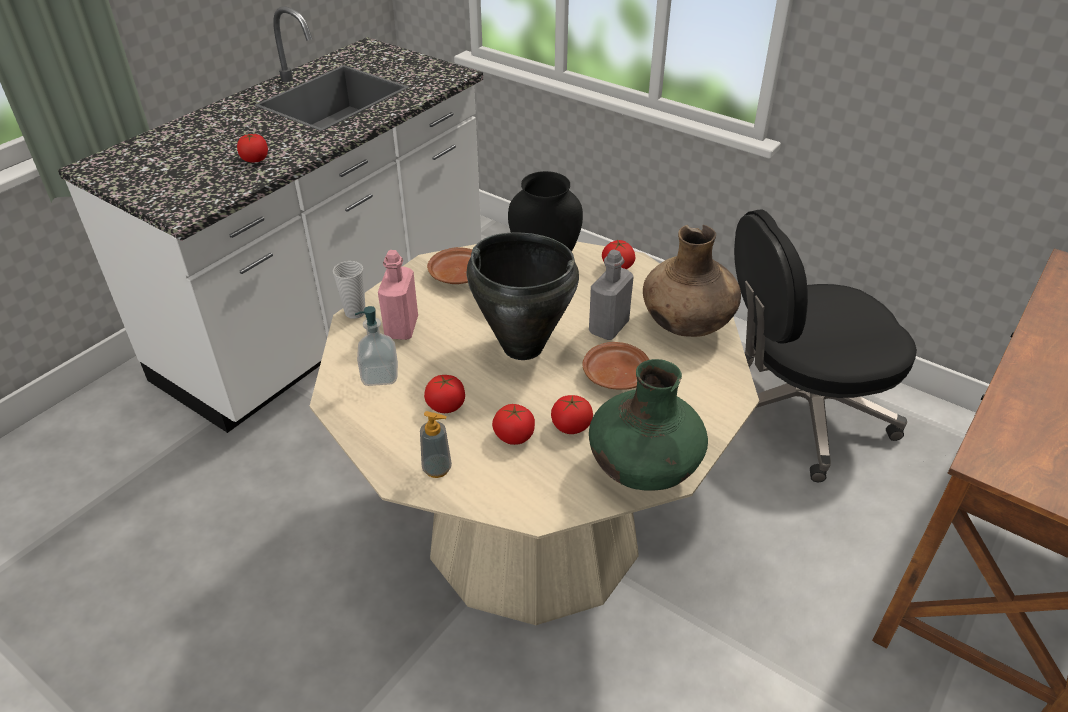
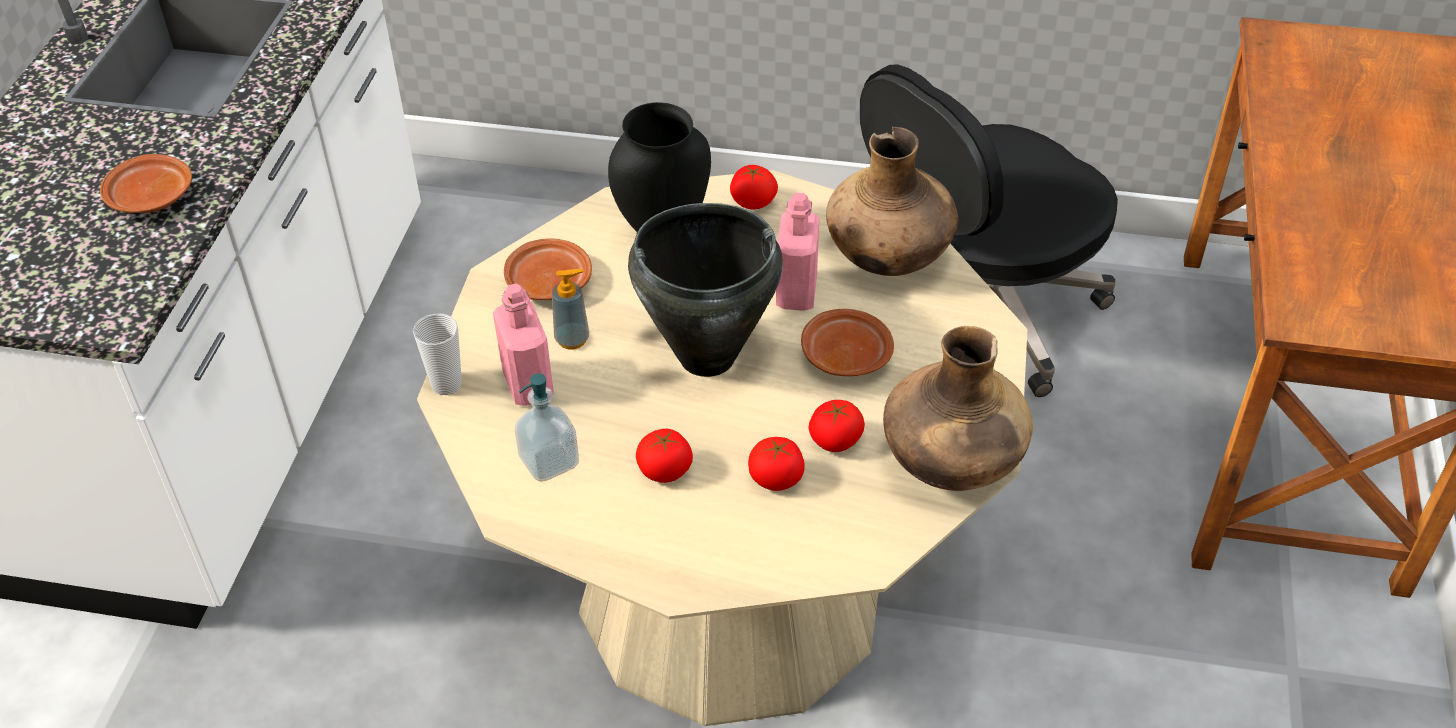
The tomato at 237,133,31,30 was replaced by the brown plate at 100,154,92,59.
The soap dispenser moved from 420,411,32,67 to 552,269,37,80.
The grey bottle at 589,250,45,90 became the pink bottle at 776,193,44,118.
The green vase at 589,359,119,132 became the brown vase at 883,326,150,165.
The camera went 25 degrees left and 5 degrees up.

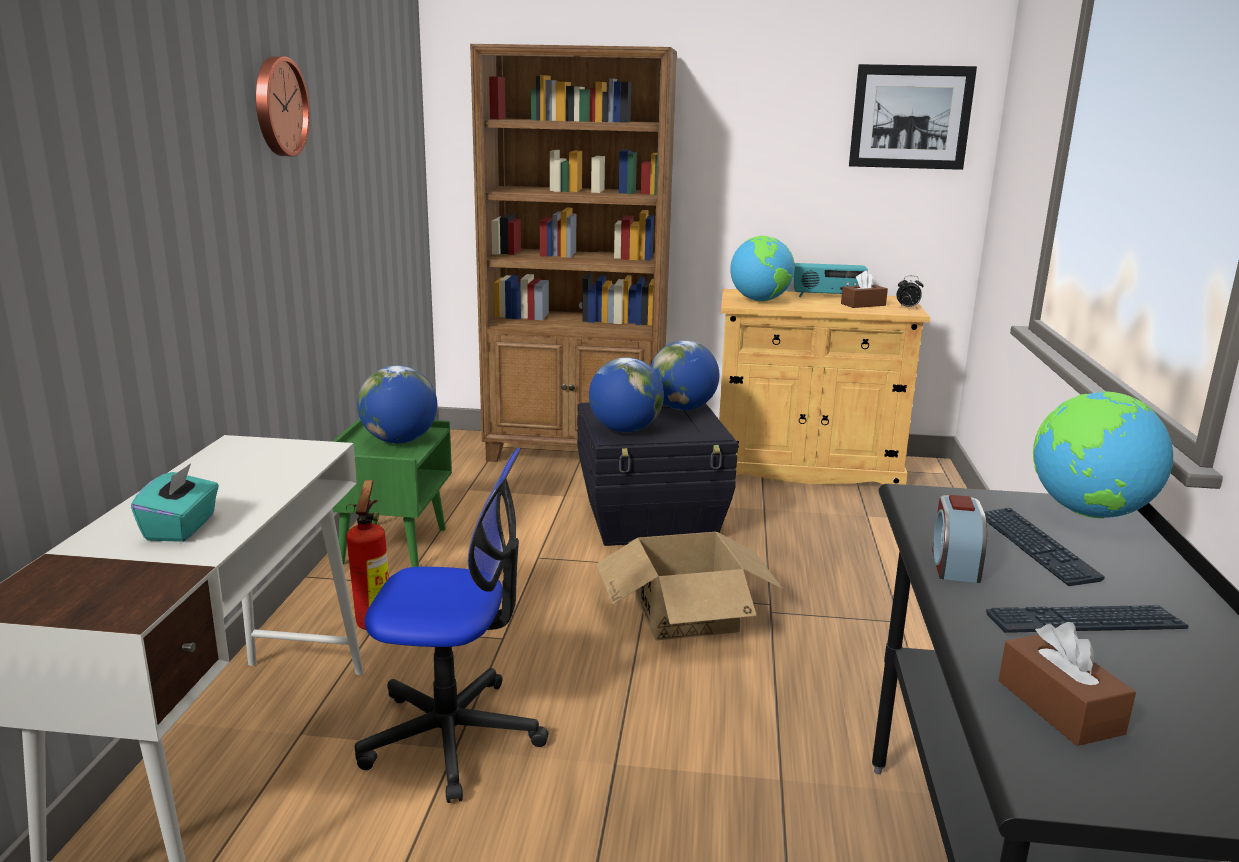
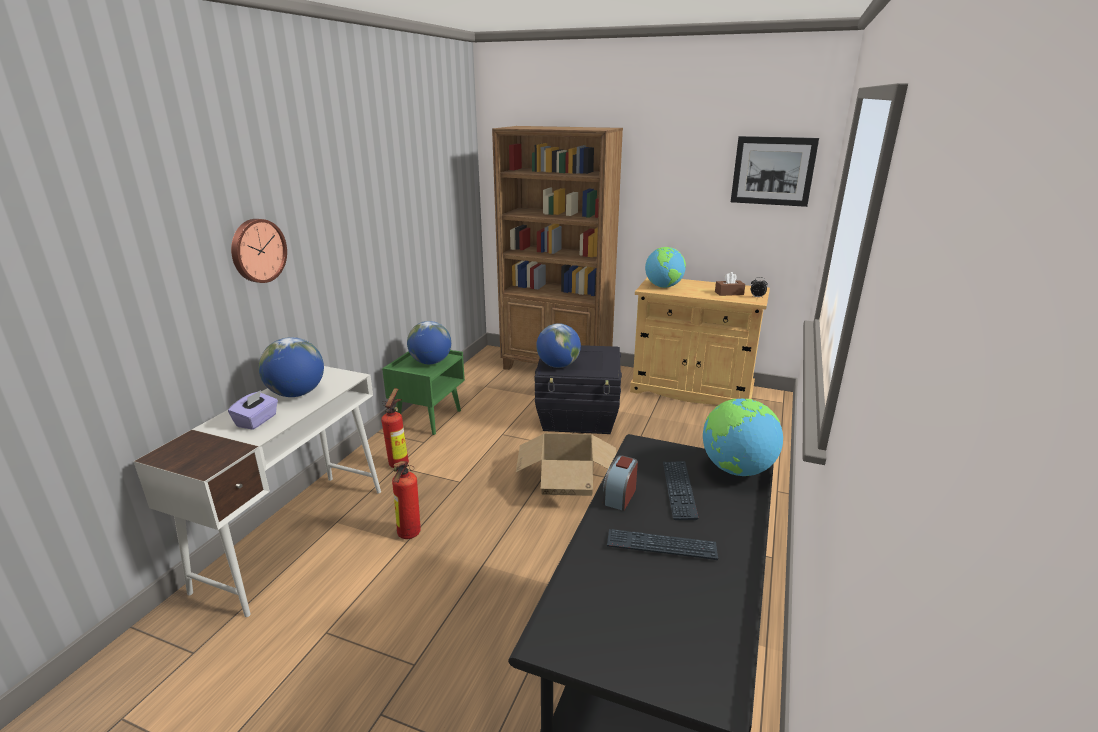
The turquoise tissue box at 131,463,88,79 became the purple tissue box at 228,390,50,40.
The wall clock moved from 256,56,54,100 to 231,219,56,64.
The office chair at 355,448,194,355 was replaced by the fire extinguisher at 392,461,29,78.
The globe moved from 651,340,68,70 to 259,337,65,60.
The radio at 794,263,74,34 disappeared.
The brown tissue box at 998,622,138,124 disappeared.
The camera went 15 degrees right and 5 degrees up.

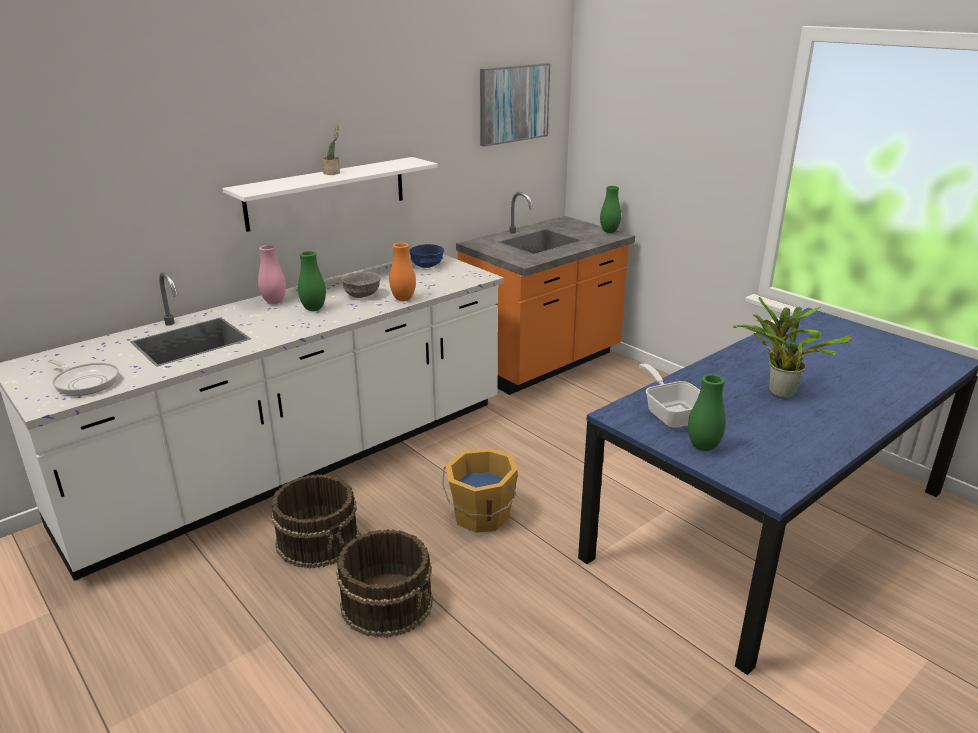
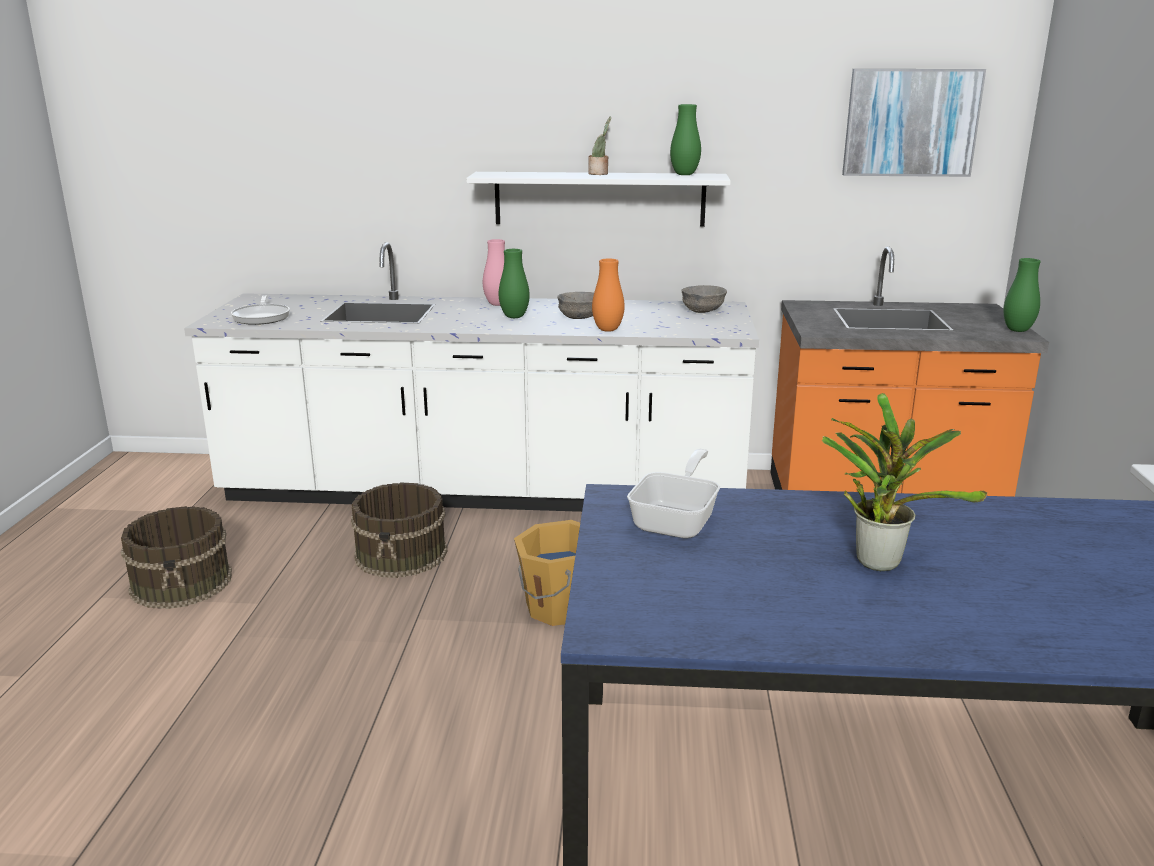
The brown bucket moved from 336,529,97,109 to 121,506,111,103.
The blue bowl at 409,244,35,24 became the grey bowl at 681,285,46,28.
The green vase moved from 688,374,38,77 to 670,104,31,71.
The camera went 45 degrees right and 5 degrees down.

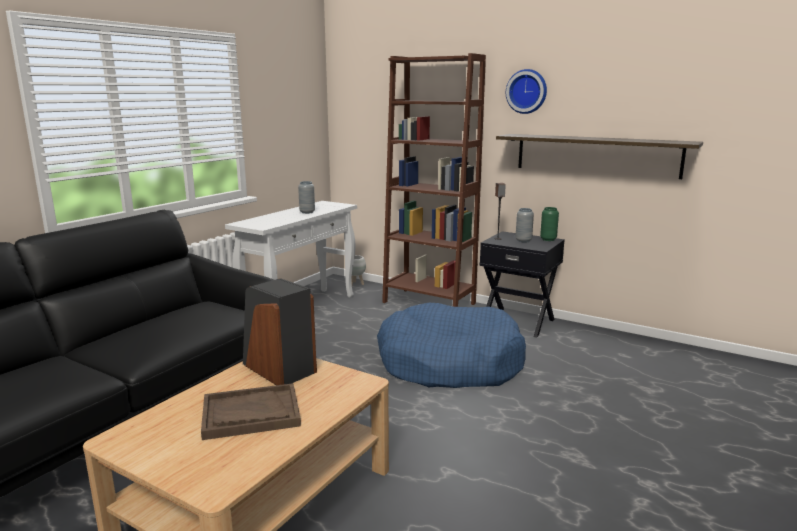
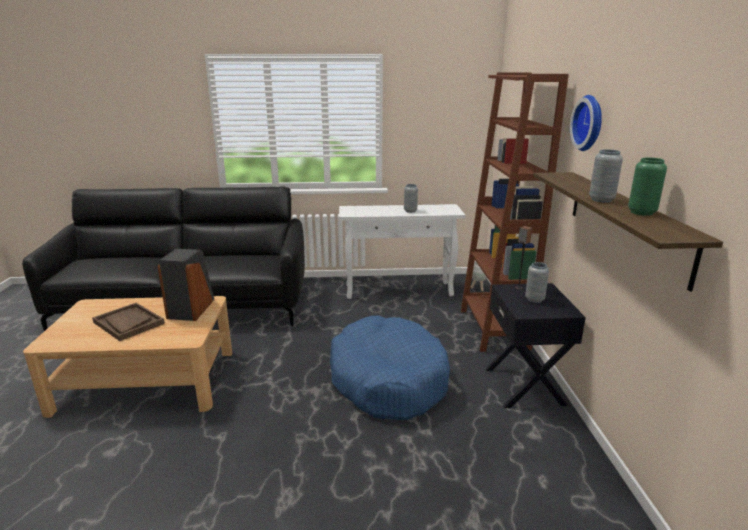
The green vase moved from 540,207,19,34 to 628,158,39,58.
The grey vase at 589,149,34,53 appeared.
The camera went 55 degrees right and 5 degrees up.

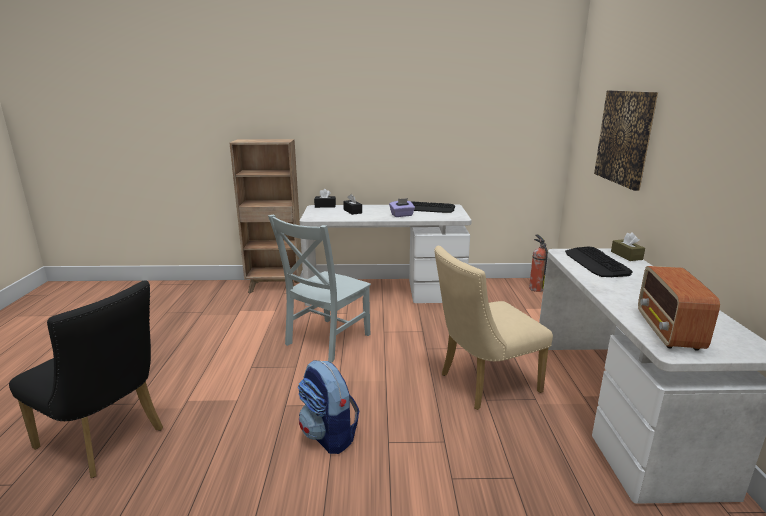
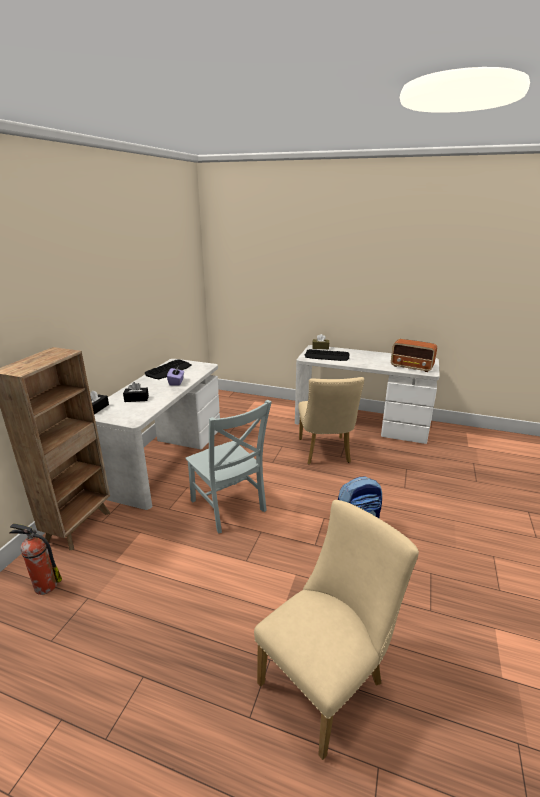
The black chair at 9,280,154,198 became the beige chair at 254,500,165,260.
The fire extinguisher moved from 529,234,19,58 to 9,523,53,72.
The picture at 594,90,64,101 disappeared.
The camera went 70 degrees left and 5 degrees up.

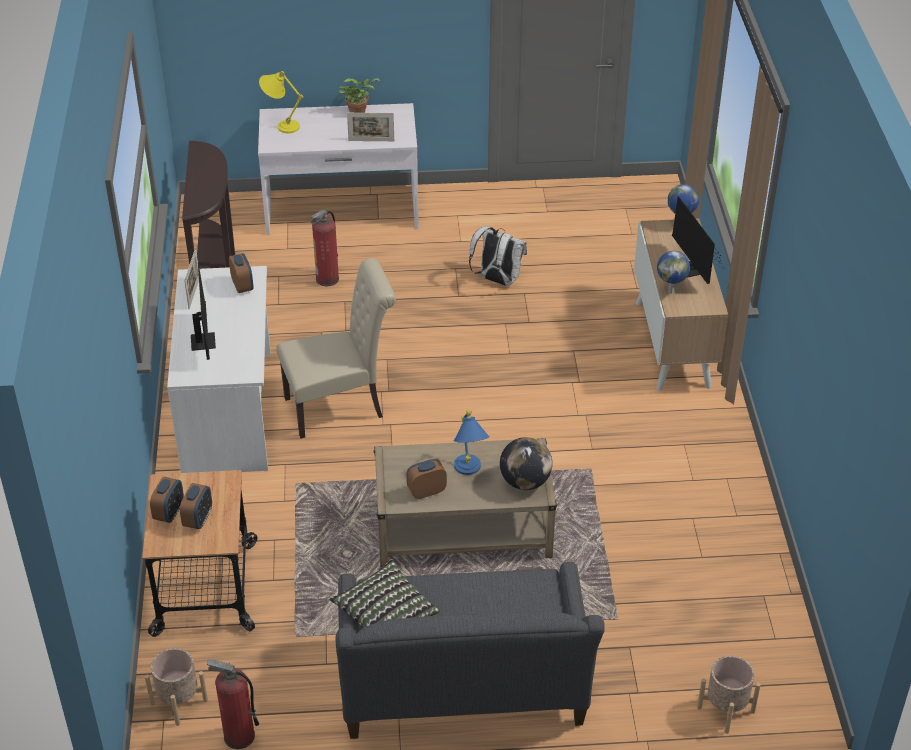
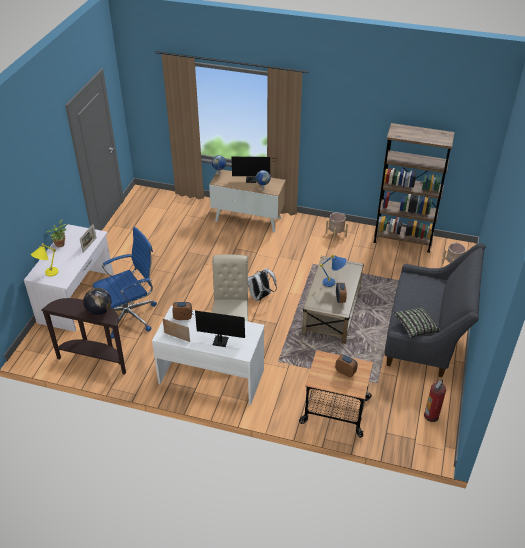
The beige planter moved from 145,648,63,78 to 325,212,23,30.
The alarm clock at 150,477,34,46 disappeared.
The fire extinguisher at 310,210,29,76 was replaced by the blue office chair at 93,227,64,111.
The white backpack moved from 469,225,58,61 to 248,268,29,33.
The globe moved from 500,437,53,53 to 83,288,29,27.
The brown bookcase at 373,123,82,130 appeared.
The camera went 70 degrees left and 0 degrees up.

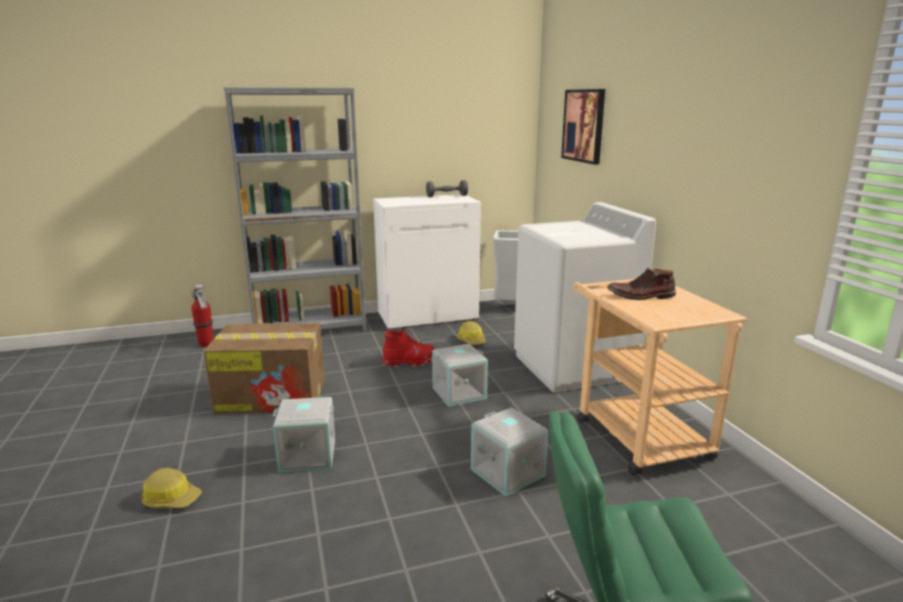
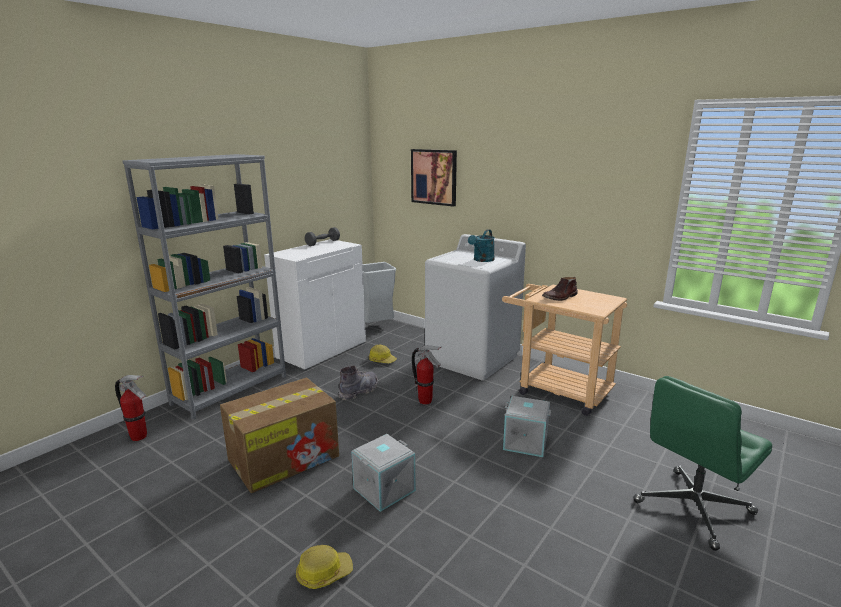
The red boot at 382,330,53,37 became the grey boot at 338,366,40,34.
The grey storage box at 432,344,56,63 was replaced by the fire extinguisher at 412,345,30,60.
The turquoise watering can at 468,229,27,33 appeared.
The camera went 35 degrees left and 0 degrees up.

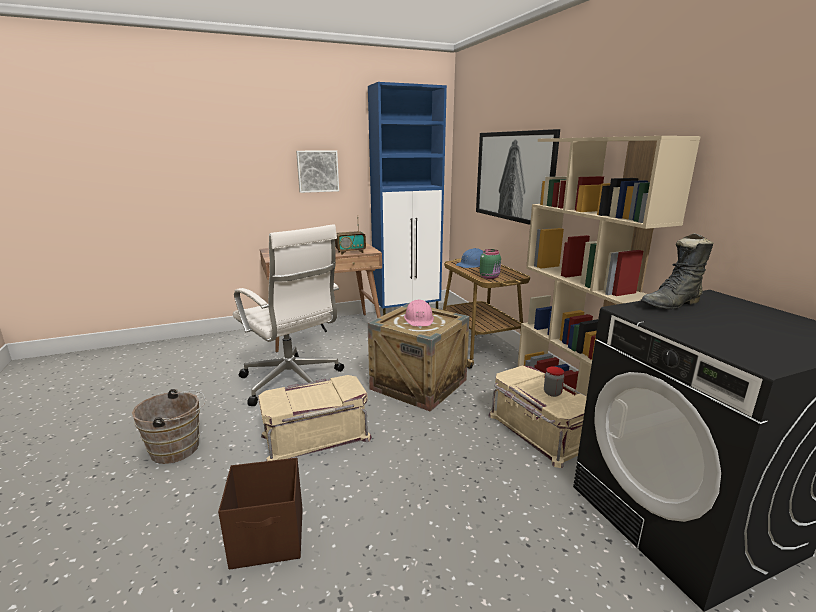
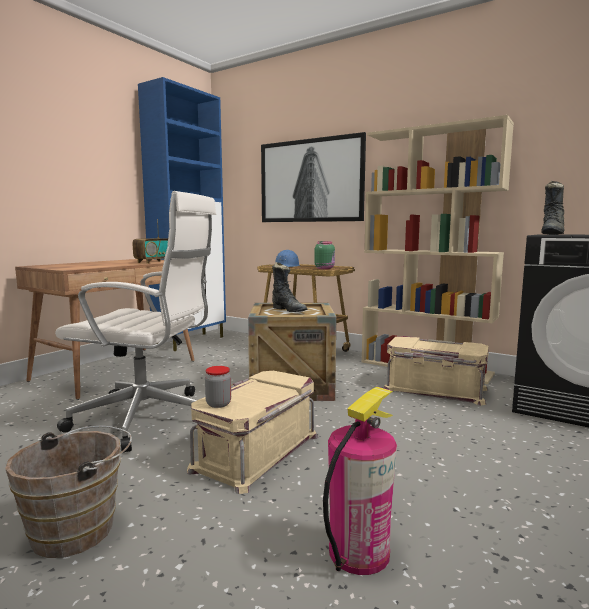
The brown storage box at 218,458,85,111 was replaced by the fire extinguisher at 323,387,74,188.
The picture at 296,151,43,42 disappeared.
The pink hard hat at 404,299,30,27 was replaced by the black boot at 271,262,36,50.
The jar moved from 544,367,20,30 to 205,366,26,42.
The camera went 35 degrees left and 10 degrees down.

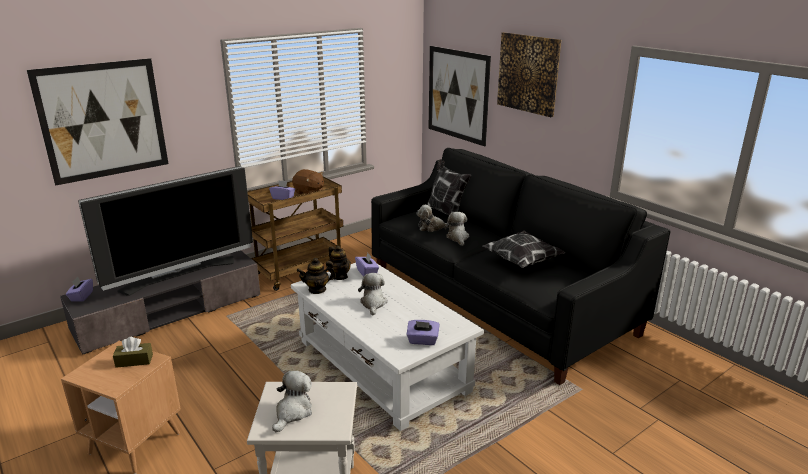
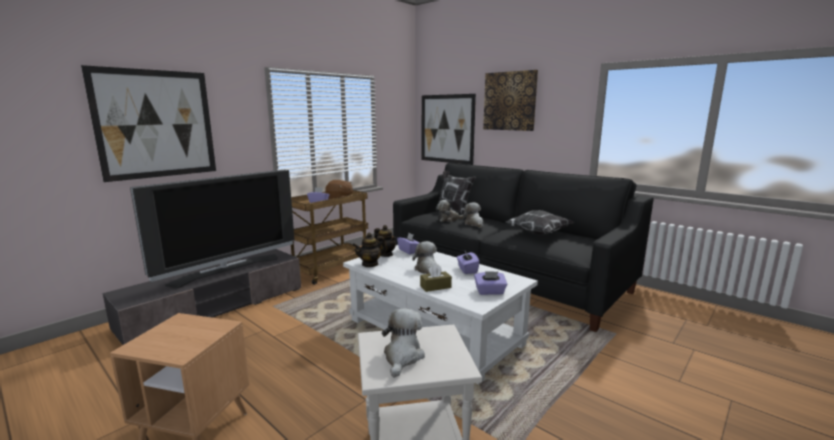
The purple tissue box moved from 66,277,27,25 to 457,251,23,23.
The brown tissue box moved from 113,337,40,31 to 420,264,32,28.
The camera went 10 degrees left and 10 degrees down.

